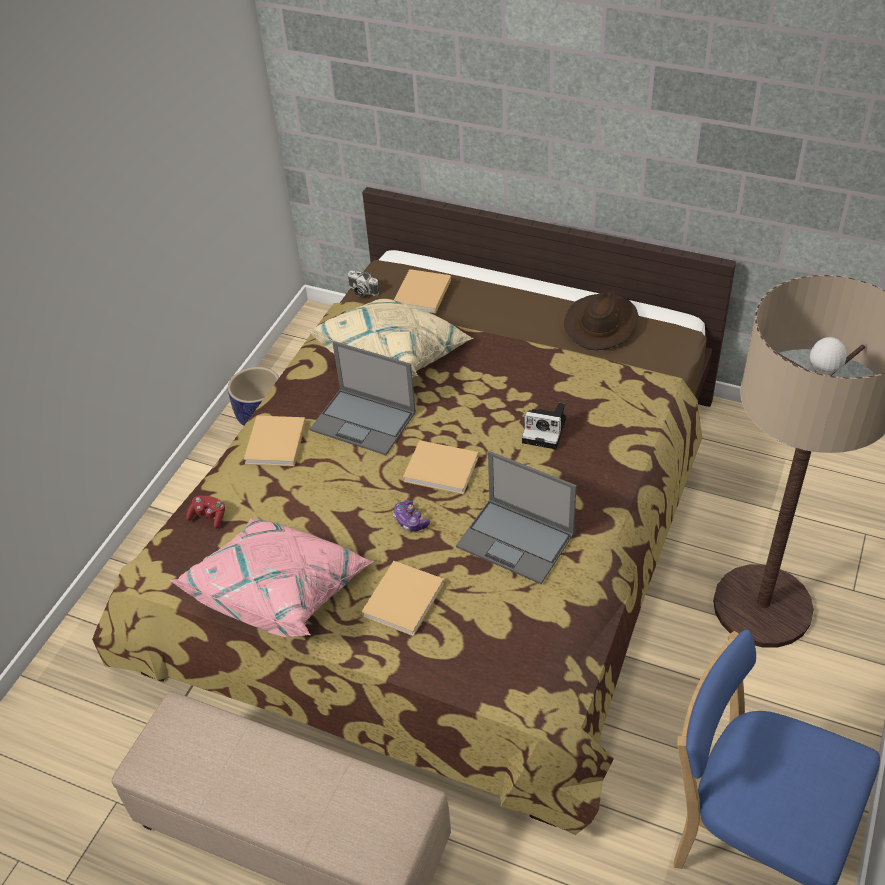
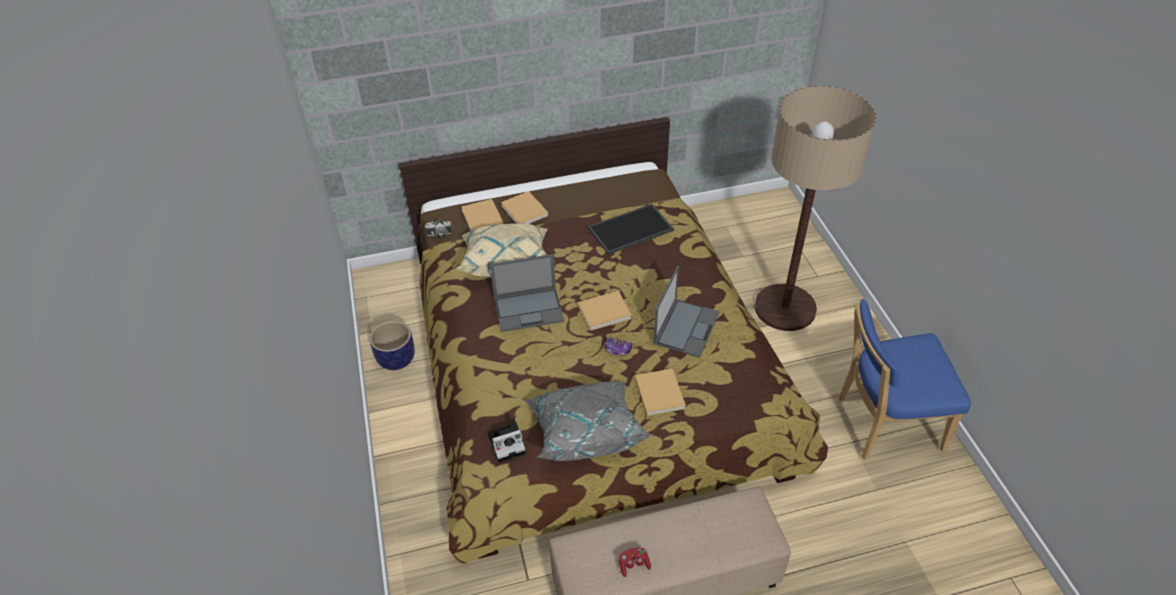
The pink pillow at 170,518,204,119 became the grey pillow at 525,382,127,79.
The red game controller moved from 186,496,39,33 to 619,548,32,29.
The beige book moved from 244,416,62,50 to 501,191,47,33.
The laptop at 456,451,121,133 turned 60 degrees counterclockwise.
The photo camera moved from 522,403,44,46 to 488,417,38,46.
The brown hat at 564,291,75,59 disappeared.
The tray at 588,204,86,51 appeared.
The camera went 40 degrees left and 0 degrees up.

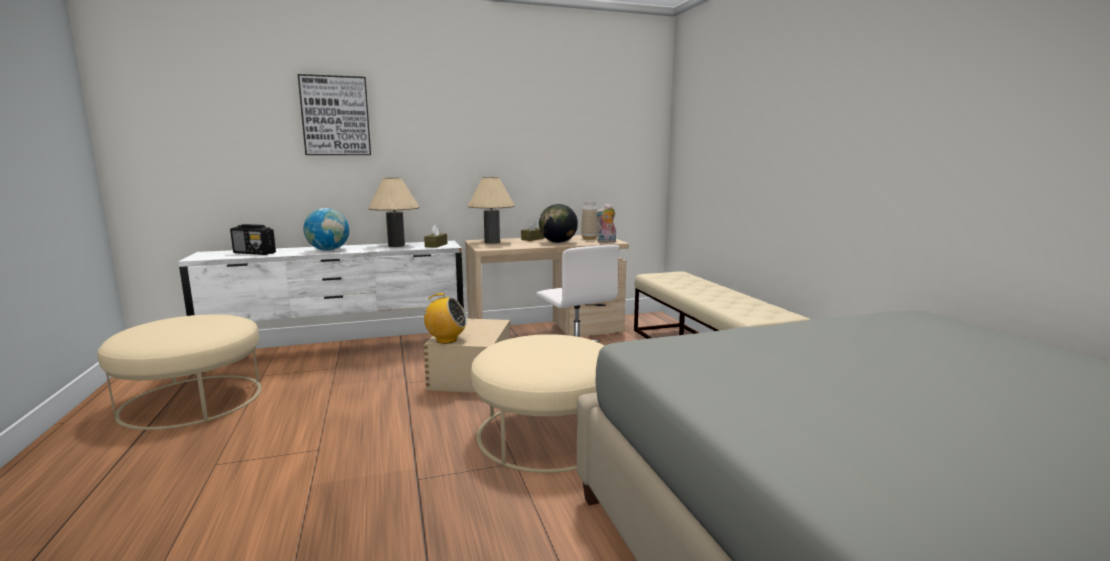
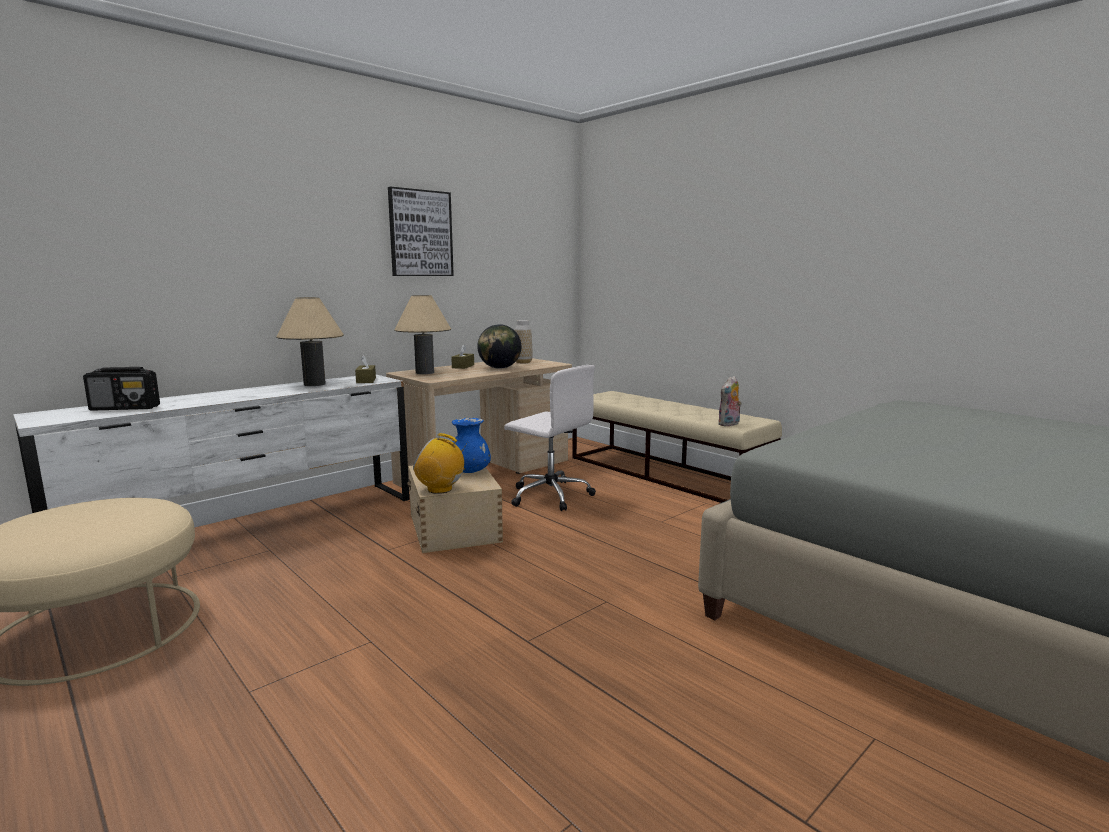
The picture moved from 298,74,73,81 to 388,187,66,89.
The globe at 303,208,47,43 disappeared.
The radio at 419,293,48,51 turned 150 degrees counterclockwise.
The beige ottoman at 471,334,133,139 disappeared.
The plush toy moved from 595,204,21,39 to 718,376,24,51.
The blue vase at 452,418,39,55 appeared.
The camera went 25 degrees left and 0 degrees up.

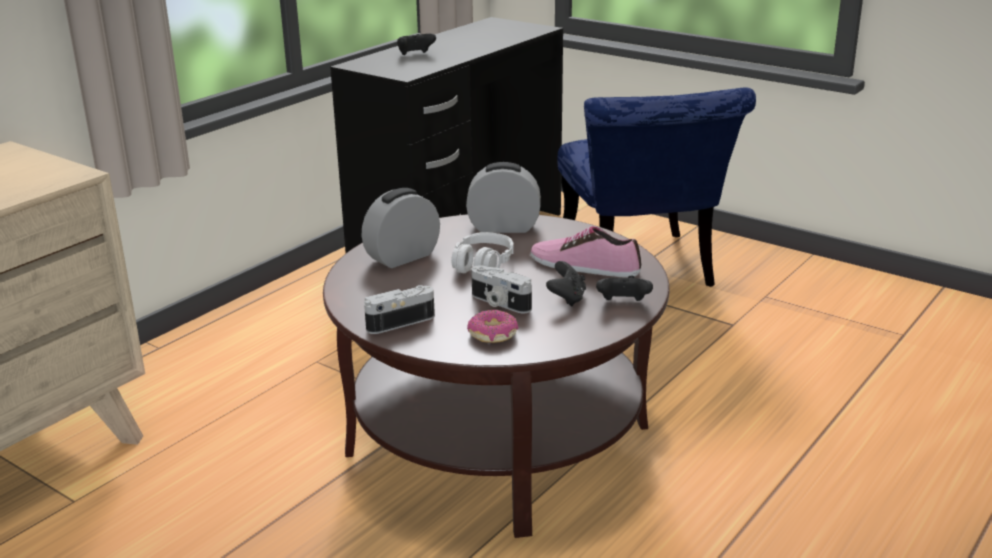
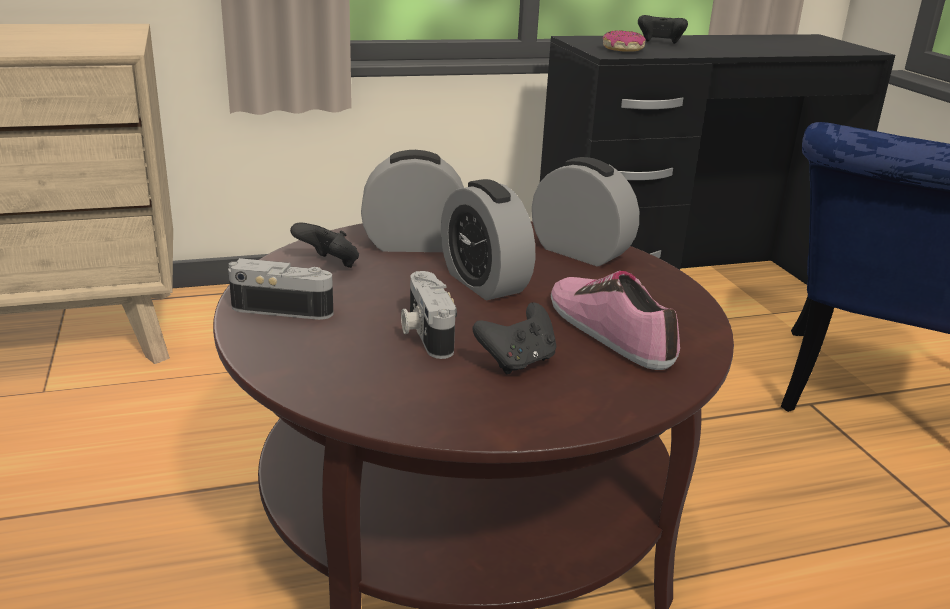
The grey headphones at 451,232,63,41 was replaced by the alarm clock at 441,179,94,121.
The donut moved from 467,310,51,33 to 603,30,43,22.
The black game controller moved from 596,276,57,25 to 290,222,69,46.
The camera went 35 degrees right and 0 degrees up.

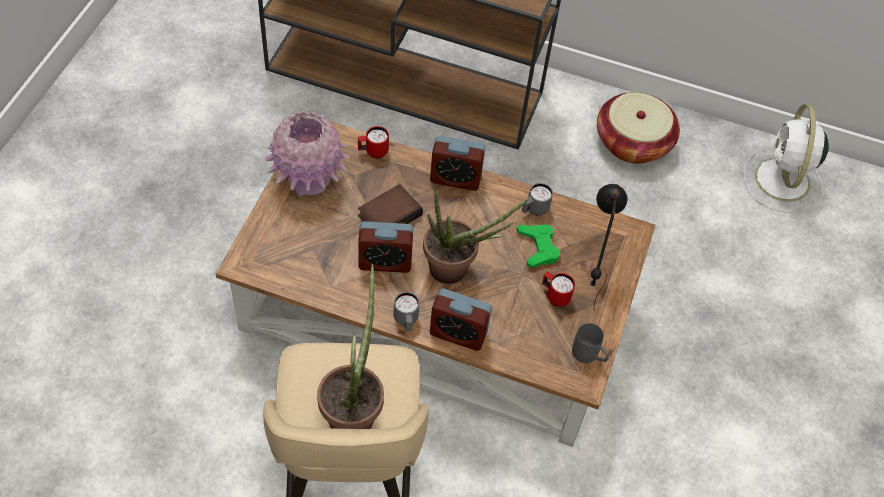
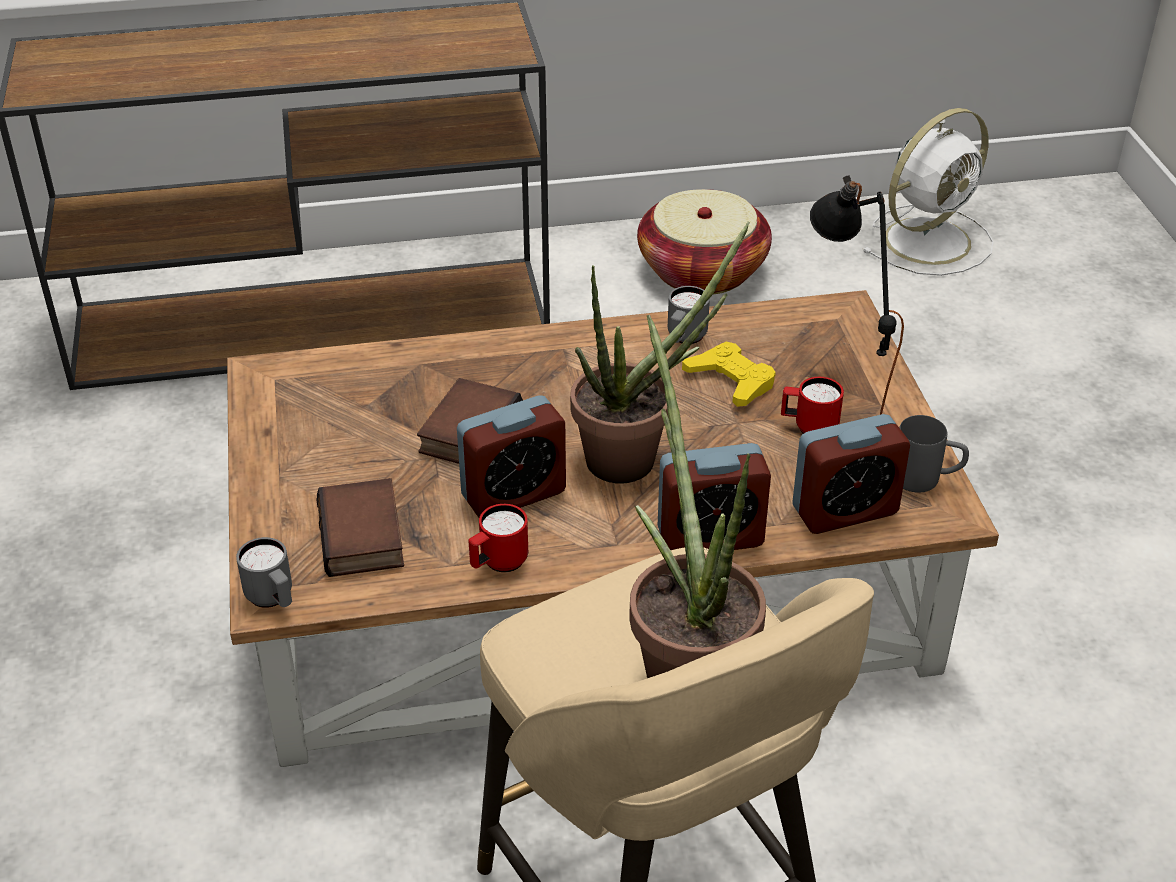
The pink vase at 265,111,84,85 disappeared.
The red mug moved from 358,126,31,32 to 468,504,60,68.
The grey mug moved from 393,292,27,40 to 236,537,56,71.
The alarm clock moved from 430,136,55,55 to 792,414,118,120.
The green game controller at 516,225,44,43 became the yellow game controller at 682,342,94,65.
The white fan at 744,104,85,109 turned 105 degrees counterclockwise.
The book at 316,478,88,99 appeared.
The camera went 25 degrees left and 15 degrees down.

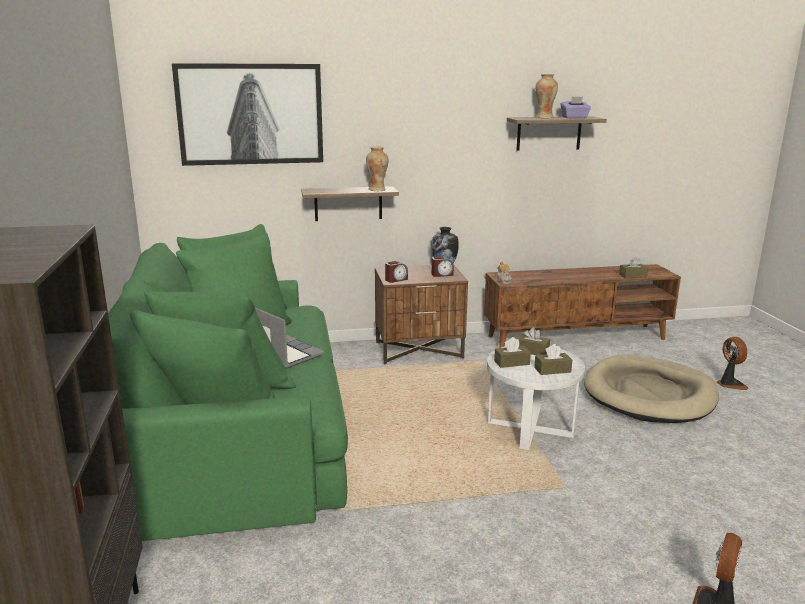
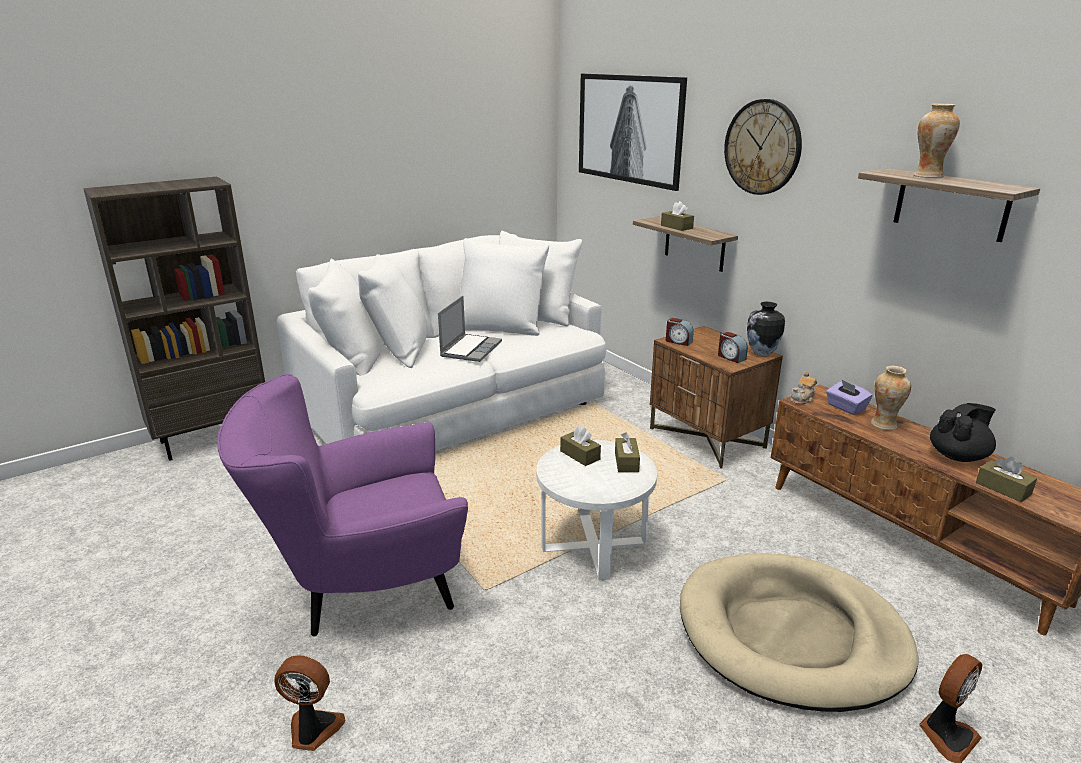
The green sofa at 108,224,240,317 became the white sofa at 277,230,329,221.
The vase moved from 366,146,23,45 to 871,366,40,64.
The brown tissue box moved from 534,344,38,31 to 661,201,33,30.
The purple tissue box moved from 560,97,31,21 to 826,380,46,35.
The purple armchair at 217,374,251,262 appeared.
The wall clock at 724,99,78,96 appeared.
The black teapot at 930,403,66,59 appeared.
The camera went 65 degrees right and 5 degrees up.

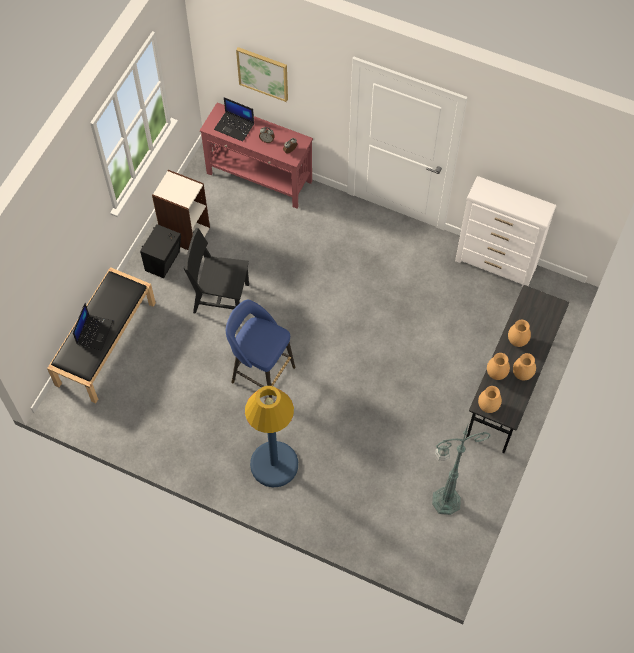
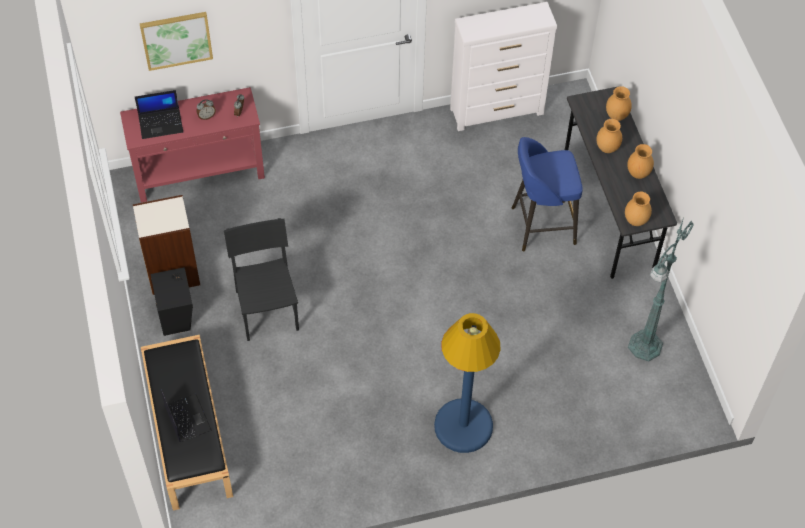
The black chair at 184,228,65,86 turned 105 degrees clockwise.
The blue stool moved from 226,300,70,98 to 512,137,71,114.
The brown vase moved from 487,353,23,27 to 606,86,26,35.
The camera went 40 degrees left and 5 degrees down.

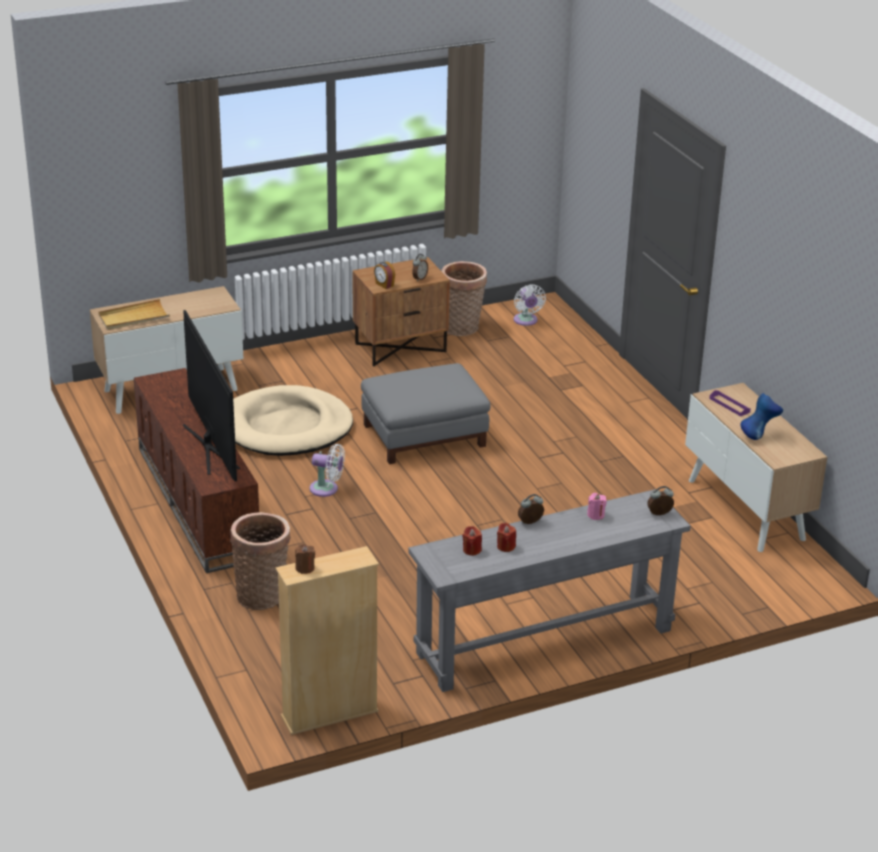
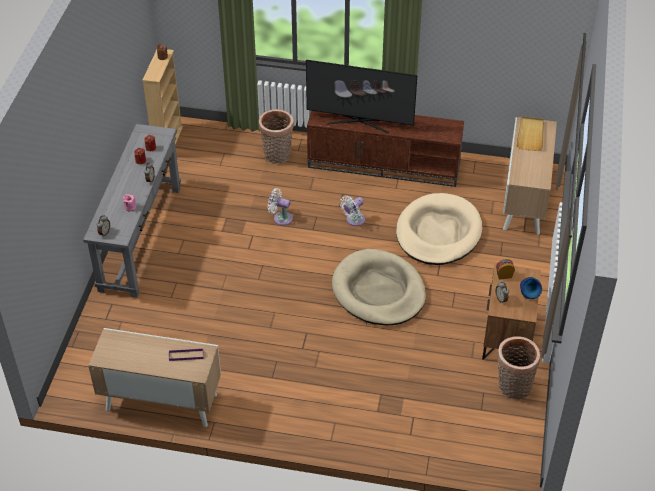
The grey ottoman at 361,363,130,101 was replaced by the beige dog bed at 332,249,94,76.
The white fan moved from 514,285,32,41 to 268,188,25,38.
The blue vase moved from 740,393,43,47 to 520,277,22,22.
The camera went 125 degrees right and 15 degrees up.

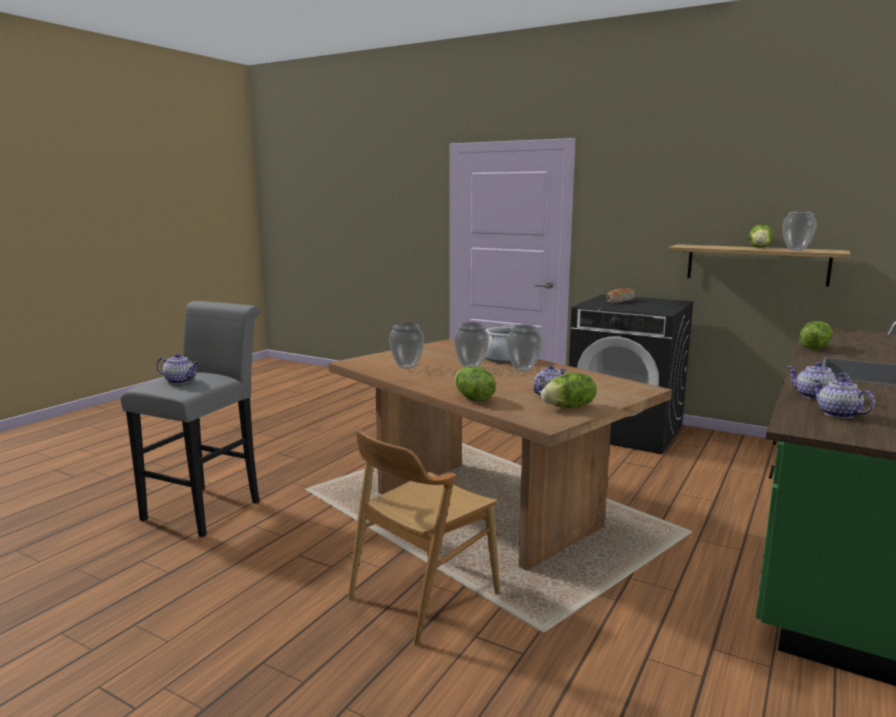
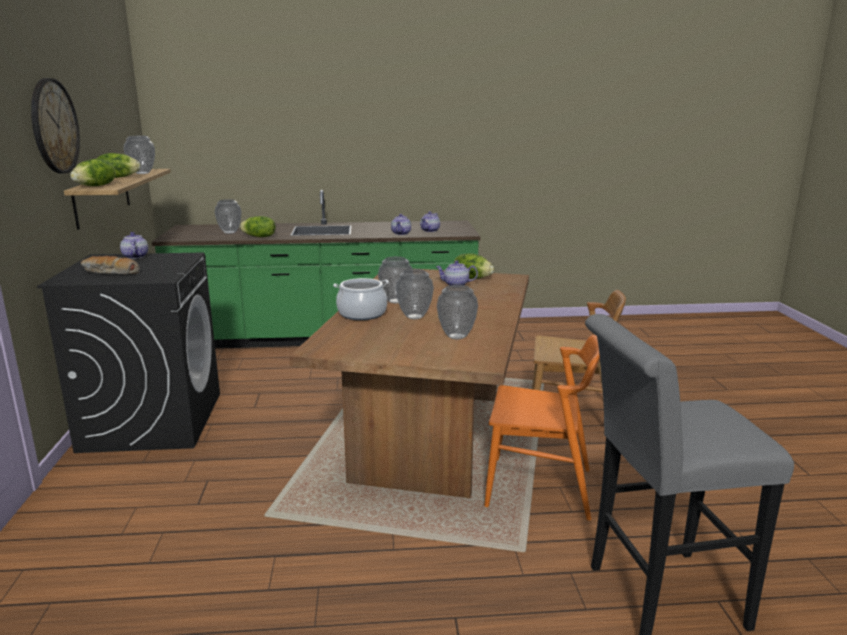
The teapot moved from 156,353,44,31 to 120,232,28,27.
The lettuce moved from 455,366,41,35 to 70,159,46,27.
The wall clock at 31,78,49,95 appeared.
The vase at 215,199,27,35 appeared.
The orange chair at 484,334,116,187 appeared.
The camera went 125 degrees left and 5 degrees up.

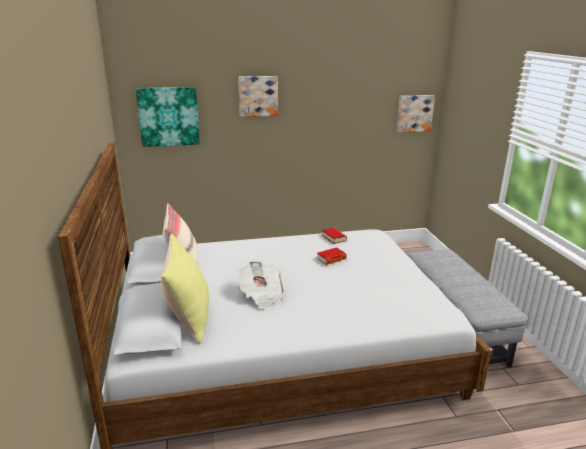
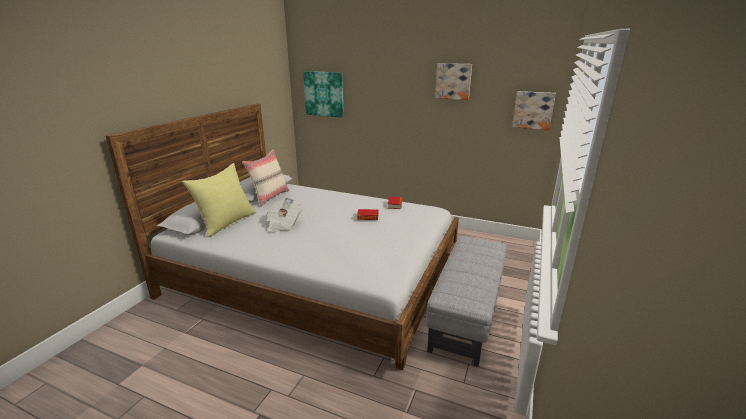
The picture moved from 238,76,40,41 to 435,63,37,37.
The camera went 35 degrees right and 0 degrees up.

